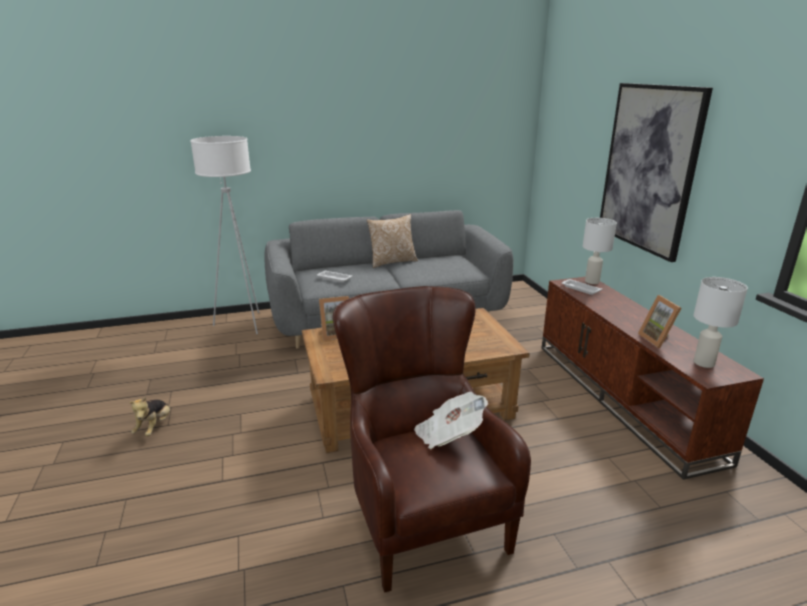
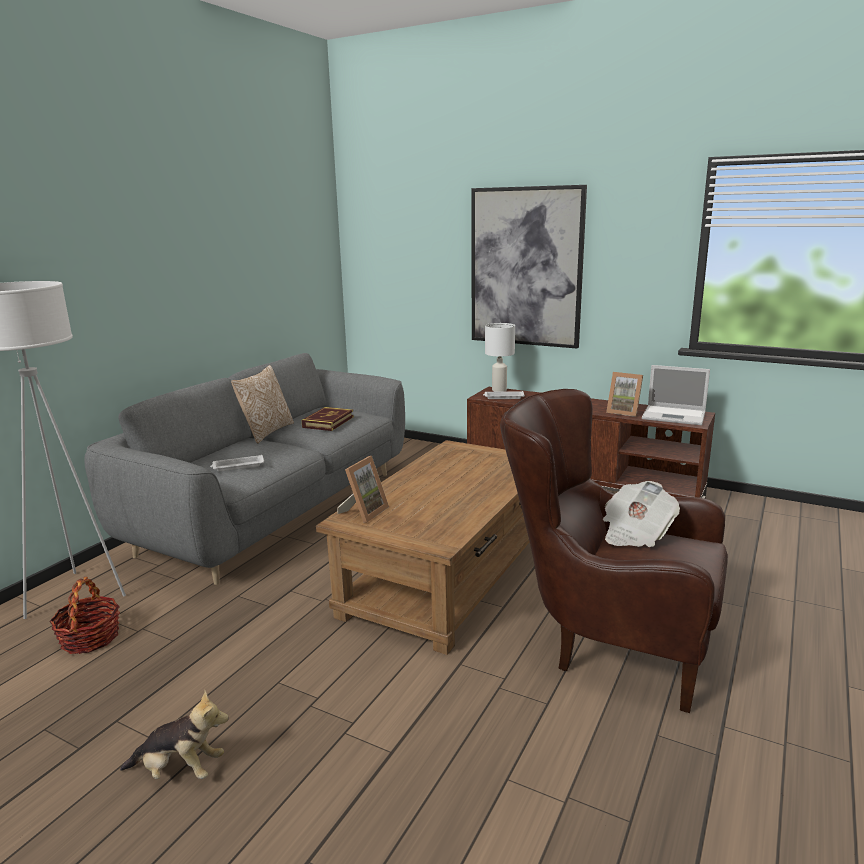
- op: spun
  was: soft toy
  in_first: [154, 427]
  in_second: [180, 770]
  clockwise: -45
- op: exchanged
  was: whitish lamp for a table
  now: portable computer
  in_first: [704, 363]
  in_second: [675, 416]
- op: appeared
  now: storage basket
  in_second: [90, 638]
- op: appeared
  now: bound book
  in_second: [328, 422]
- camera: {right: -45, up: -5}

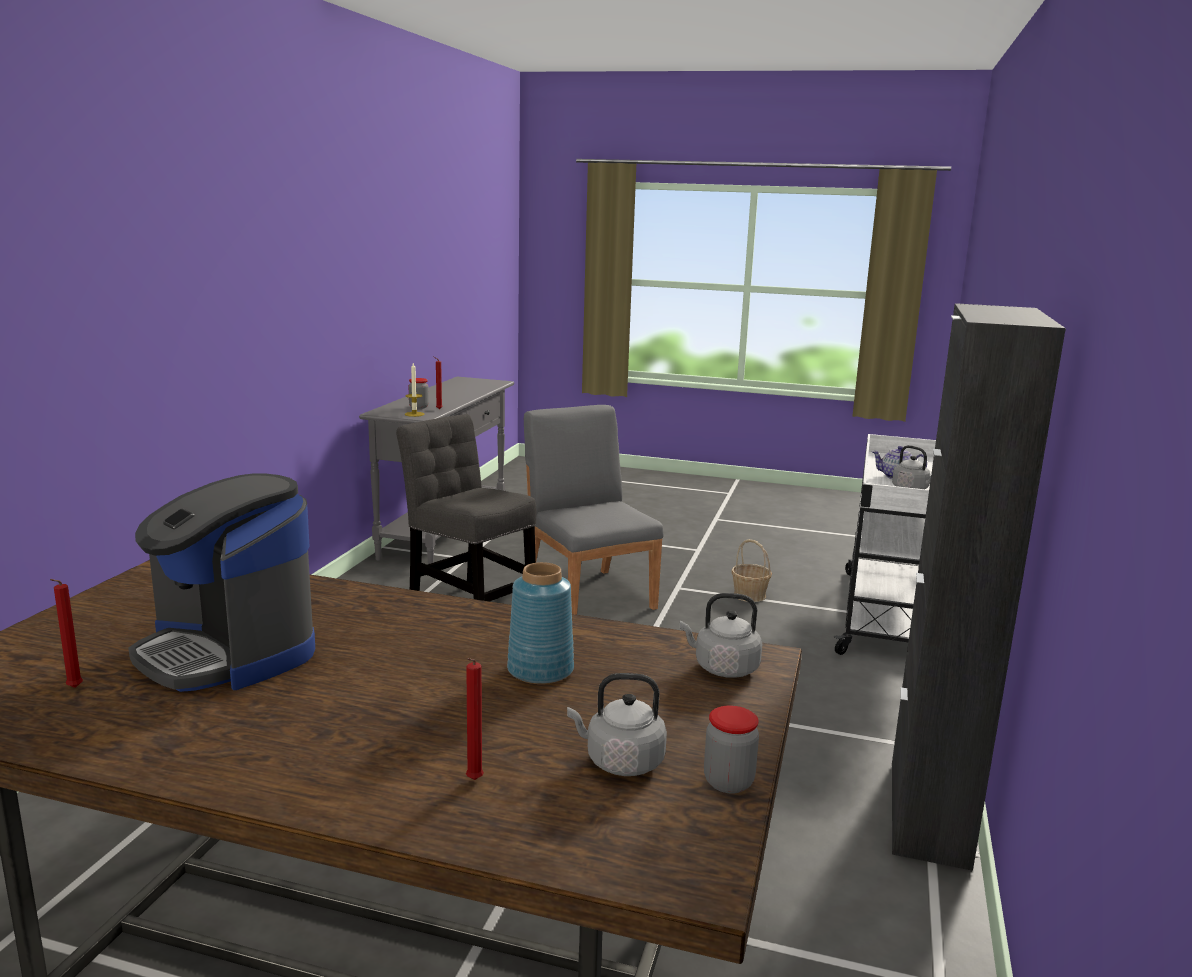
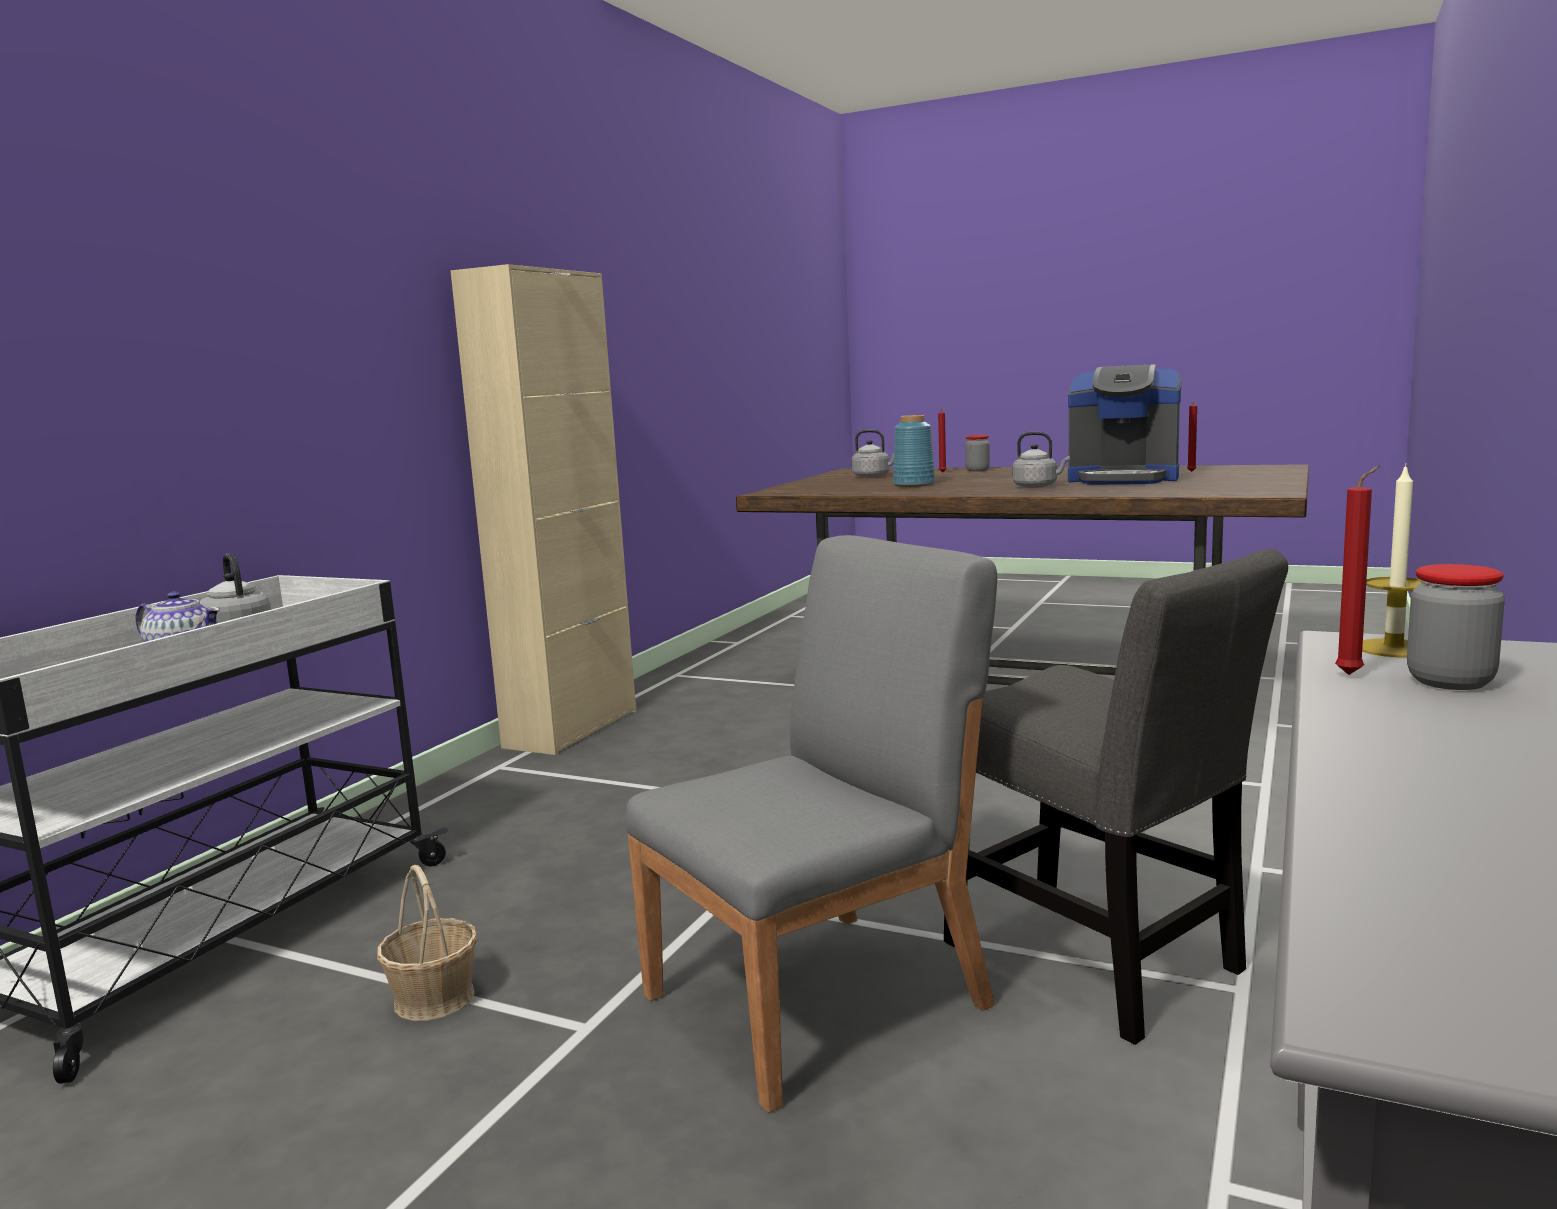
- op: spun
  was: coffee brewer
  in_first: [228, 653]
  in_second: [1123, 479]
  clockwise: 150
- op: spun
  was: grey plain chair
  in_first: [588, 595]
  in_second: [820, 999]
  clockwise: -105
- op: relocated
  was: grey tea kettle
  in_first: [722, 668]
  in_second: [1037, 486]
- op: relocated
  was: storage jar
  in_first: [728, 782]
  in_second: [977, 470]
- op: colour
  was: black-coloured cupboard
  now: sand-coloured cupboard
  in_first: [928, 813]
  in_second: [571, 729]
- camera: {right: -170, up: -5}

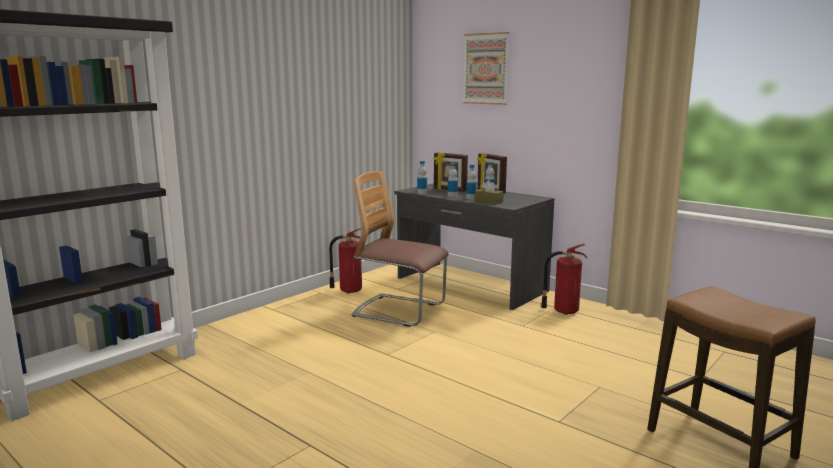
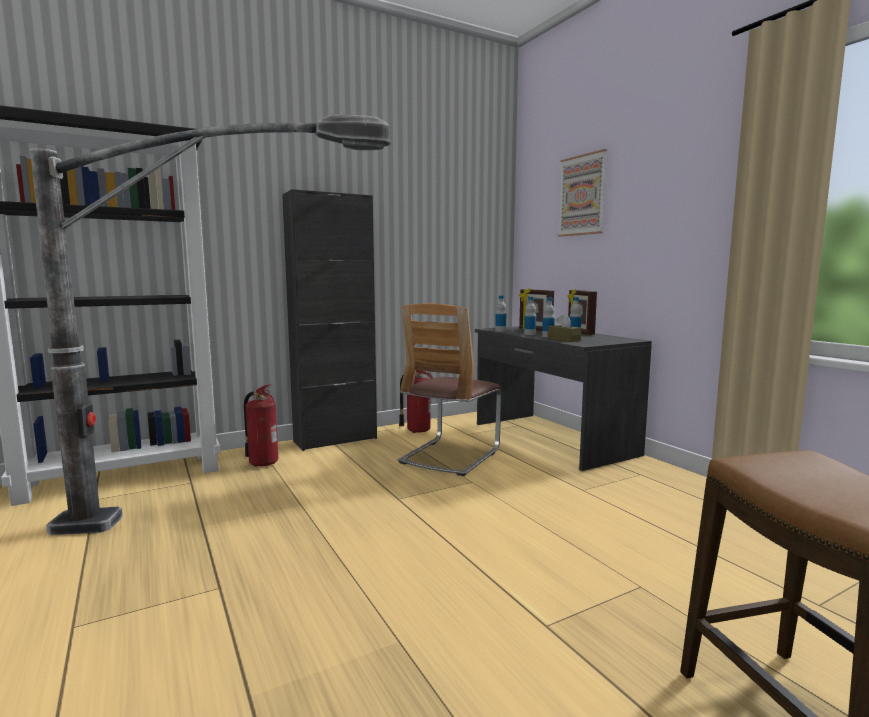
- op: spun
  was: plain chair
  in_first: [399, 311]
  in_second: [450, 456]
  clockwise: -105
- op: relocated
  was: fire extinguisher
  in_first: [564, 311]
  in_second: [262, 463]
- op: appeared
  now: floor lamp
  in_second: [231, 516]
- op: appeared
  now: black-coloured cupboard
  in_second: [335, 440]
- camera: {right: 20, up: -5}

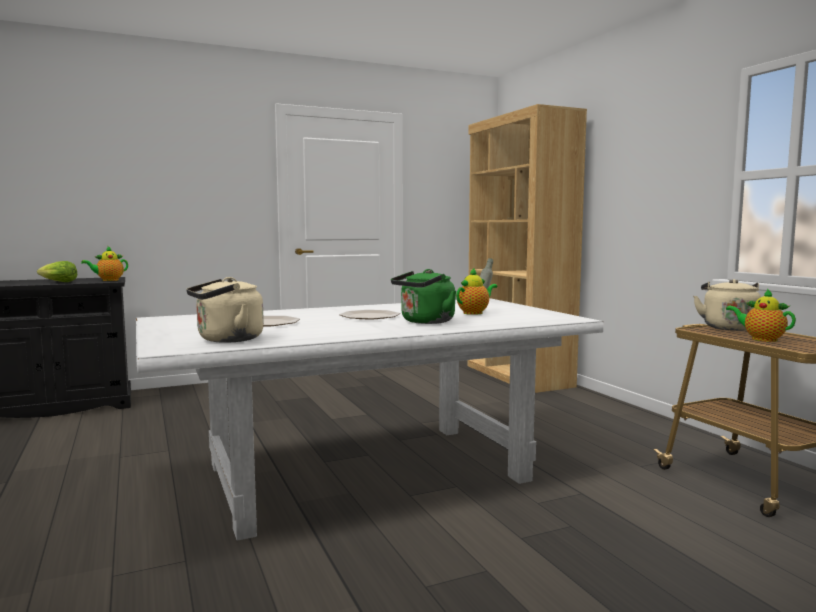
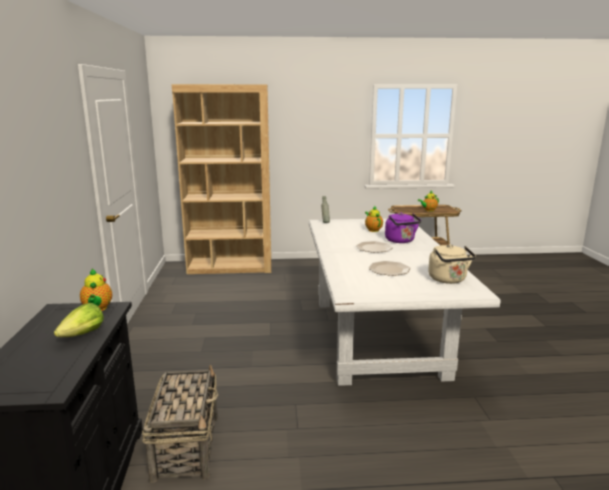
- op: colour
  was: greenish tea kettle
  now: purple tea kettle
  in_first: [425, 322]
  in_second: [401, 241]
- op: missing
  was: sand-coloured tea kettle
  in_first: [728, 327]
- op: appeared
  now: storage basket
  in_second: [186, 446]
- camera: {right: -70, up: 10}

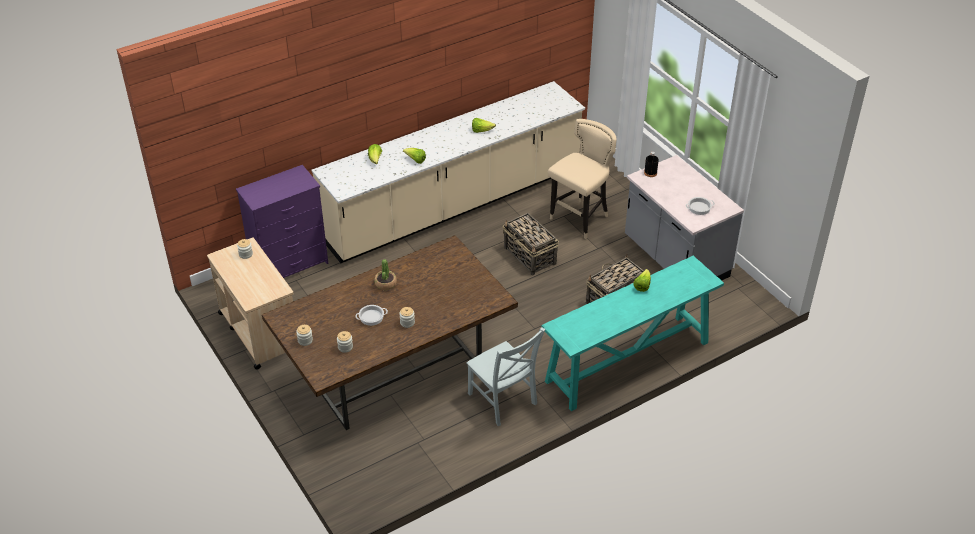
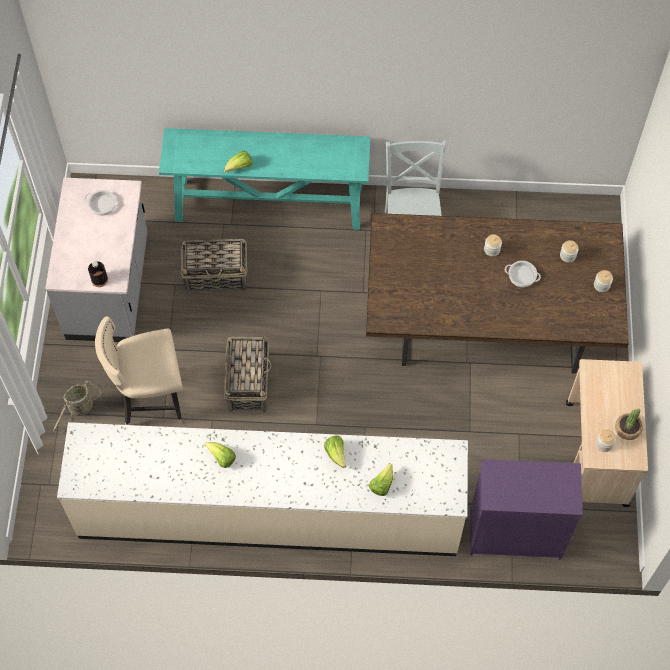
- op: relocated
  was: potted plant
  in_first: [385, 284]
  in_second: [627, 429]
- op: appeared
  now: storage basket
  in_second: [80, 409]
- camera: {right: -145, up: 20}

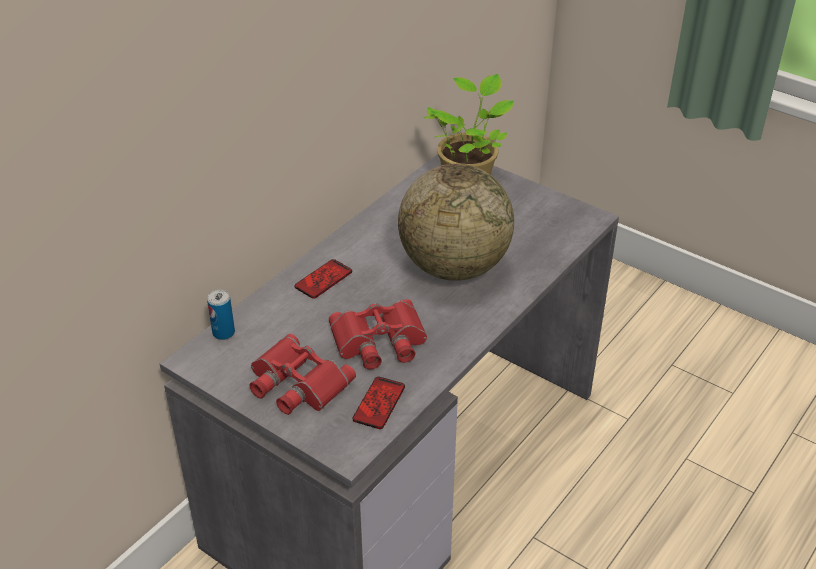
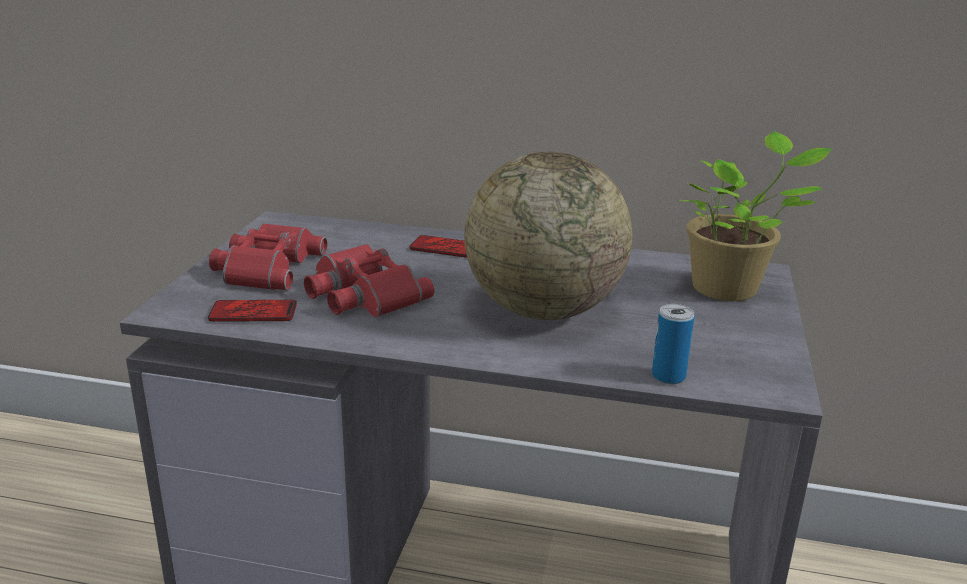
- op: relocated
  was: sealed can
  in_first: [223, 333]
  in_second: [668, 376]
- camera: {right: 65, up: -15}

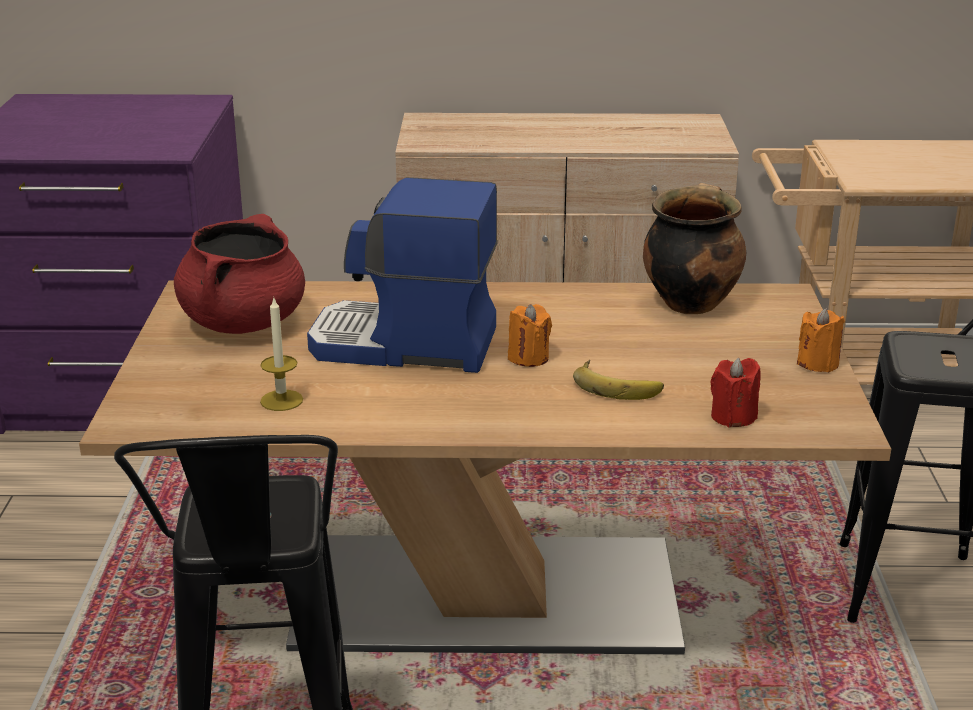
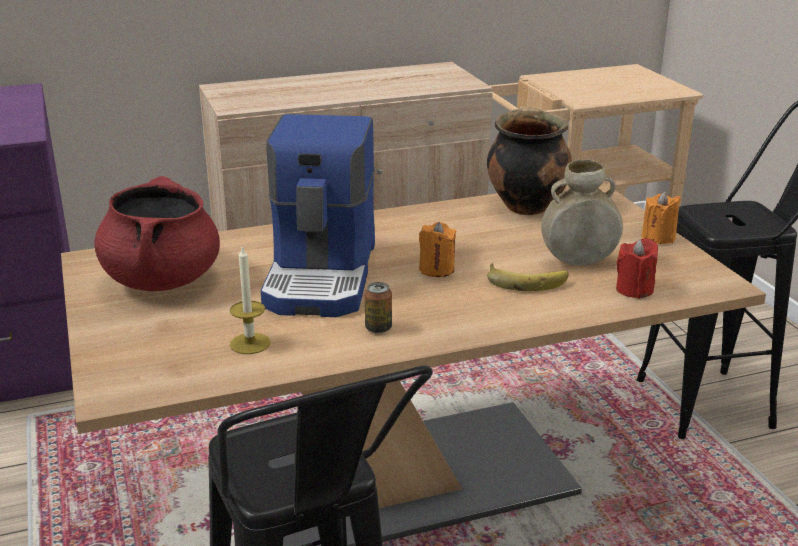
- op: spun
  was: coffee brewer
  in_first: [404, 345]
  in_second: [323, 276]
  clockwise: -75
- op: appeared
  now: sealed can
  in_second: [378, 328]
- op: appeared
  now: sand-coloured flower vase
  in_second: [578, 262]
- camera: {right: -20, up: 0}

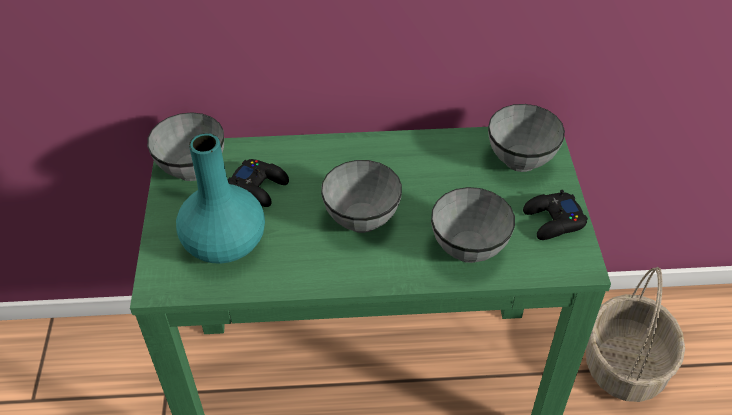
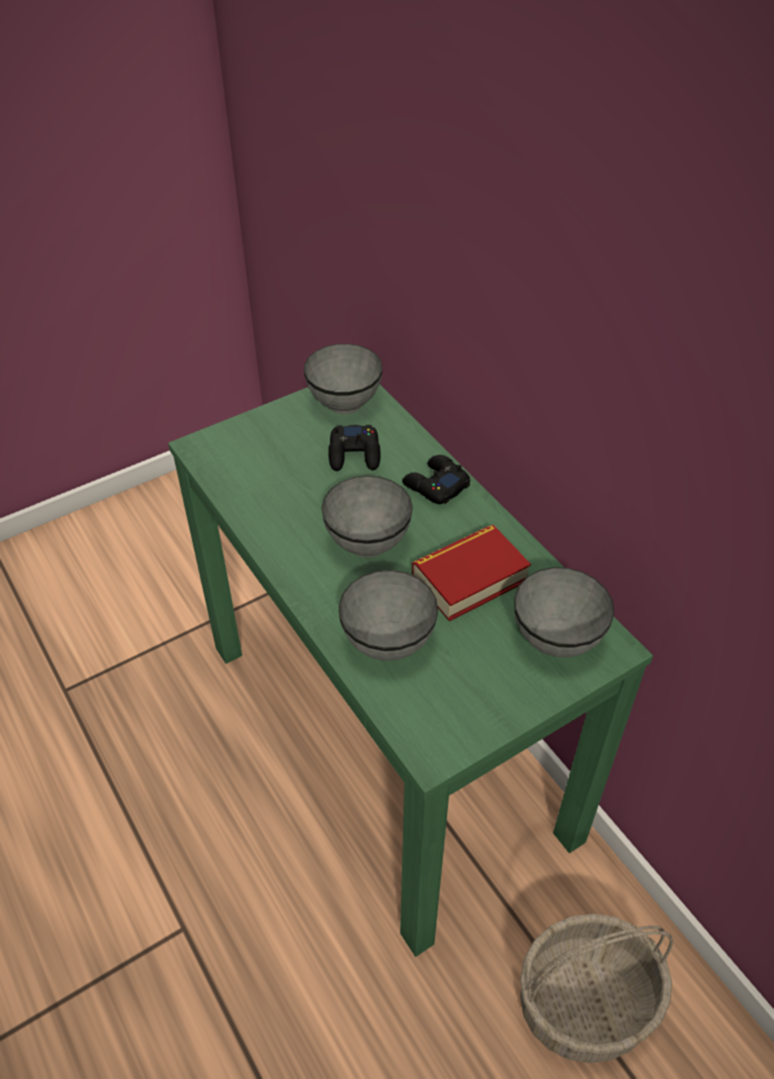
- op: missing
  was: turquoise flower vase
  in_first: [225, 244]
- op: relocated
  was: black-coloured joypad
  in_first: [553, 221]
  in_second: [435, 485]
- op: appeared
  now: bound book
  in_second: [469, 578]
- camera: {right: 60, up: 0}

